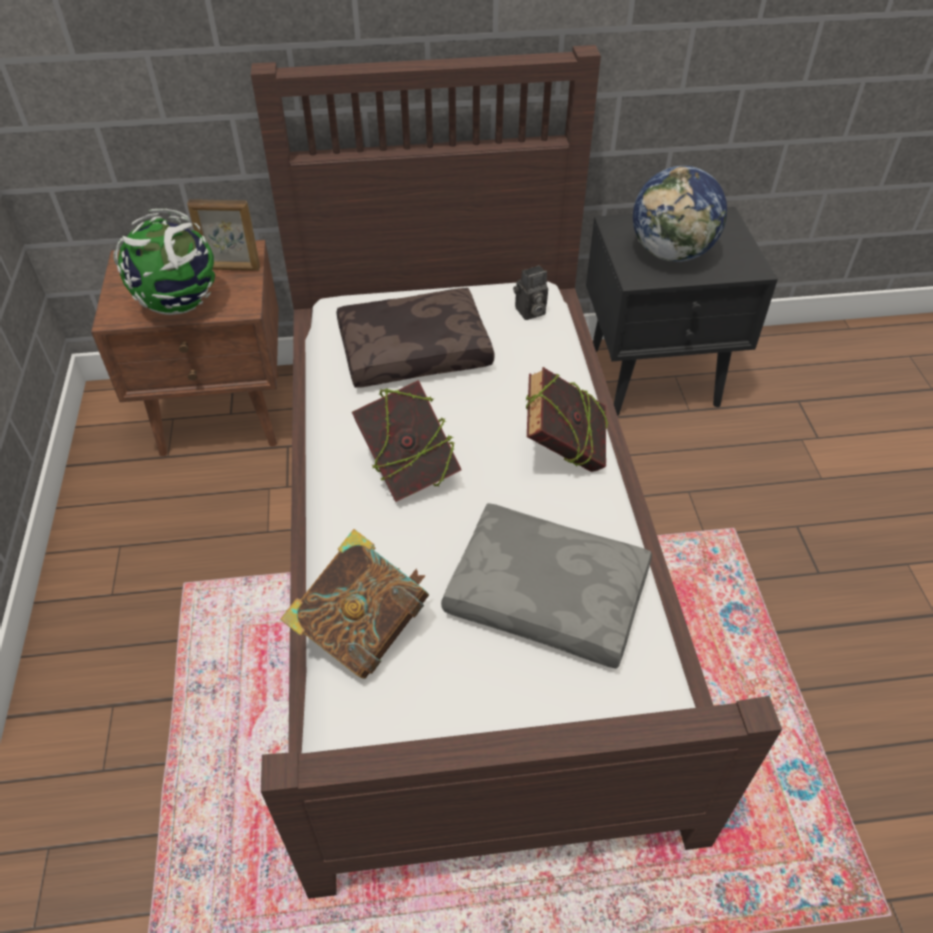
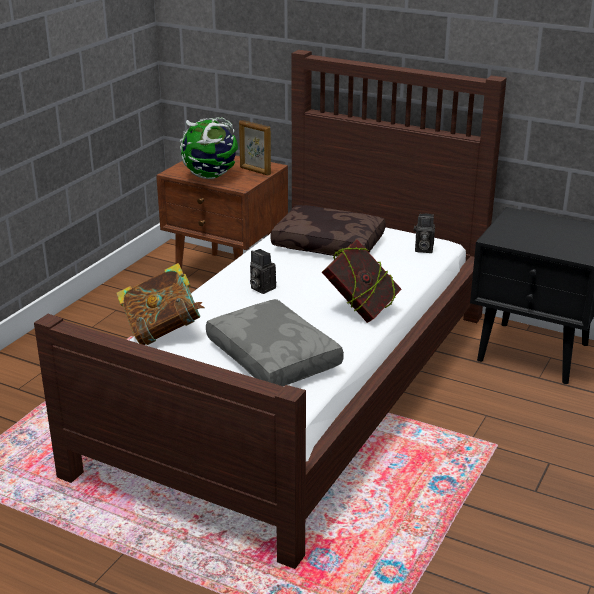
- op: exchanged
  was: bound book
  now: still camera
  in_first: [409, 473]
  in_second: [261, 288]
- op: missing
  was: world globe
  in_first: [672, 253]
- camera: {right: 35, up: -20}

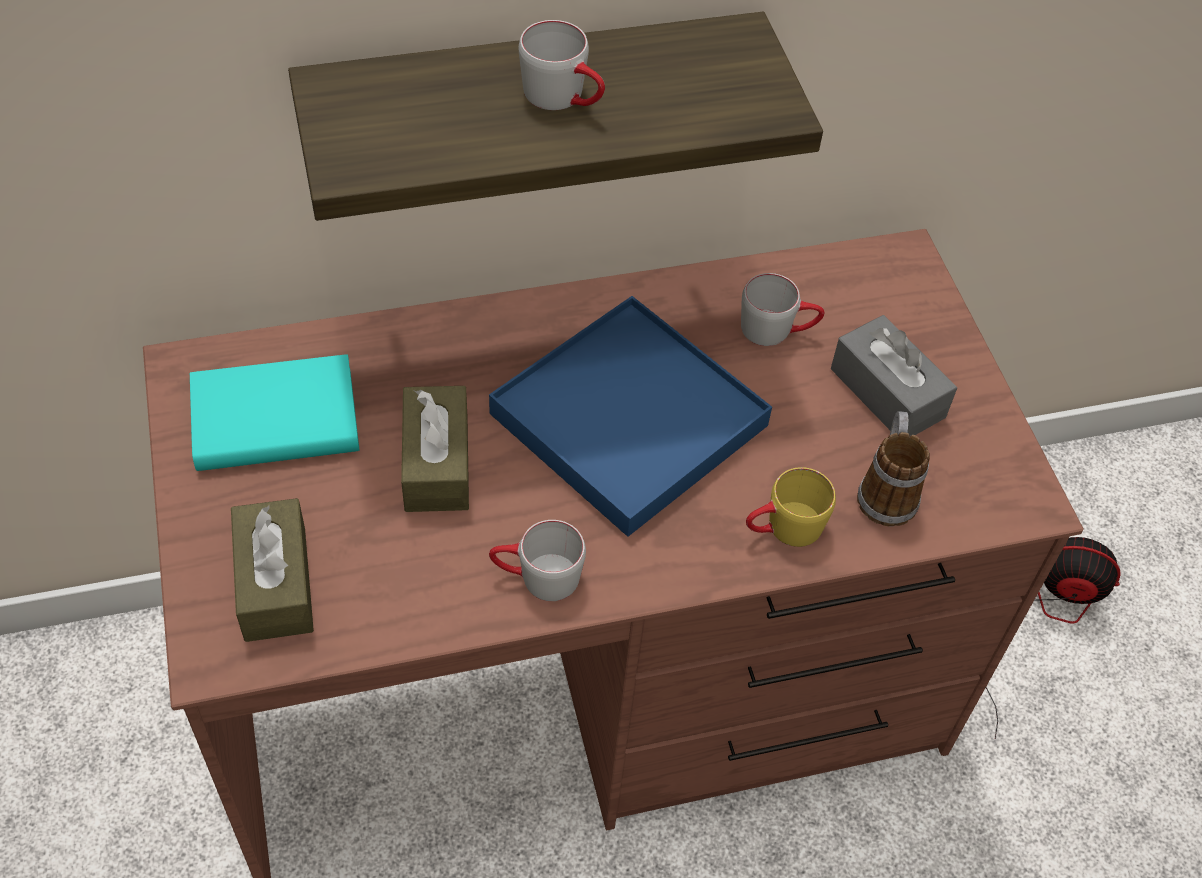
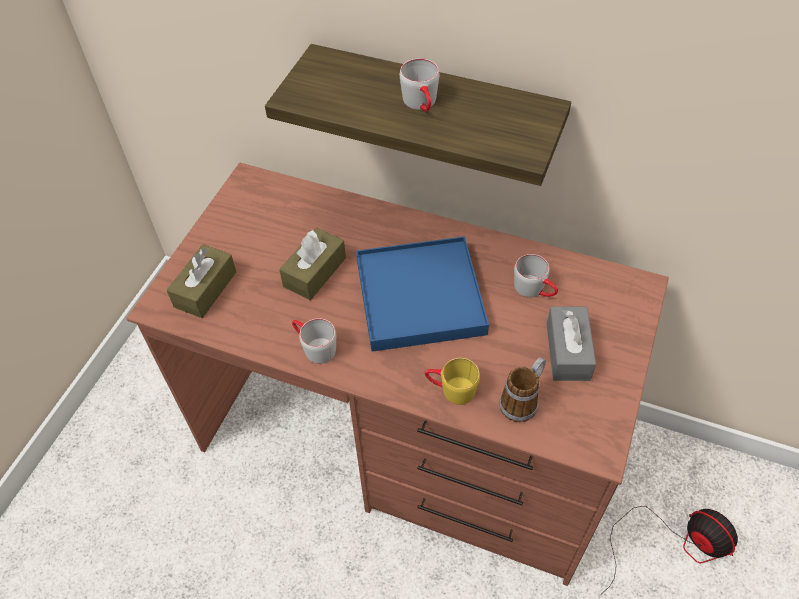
- op: missing
  was: turquoise bound book
  in_first: [275, 421]
- camera: {right: 40, up: 0}

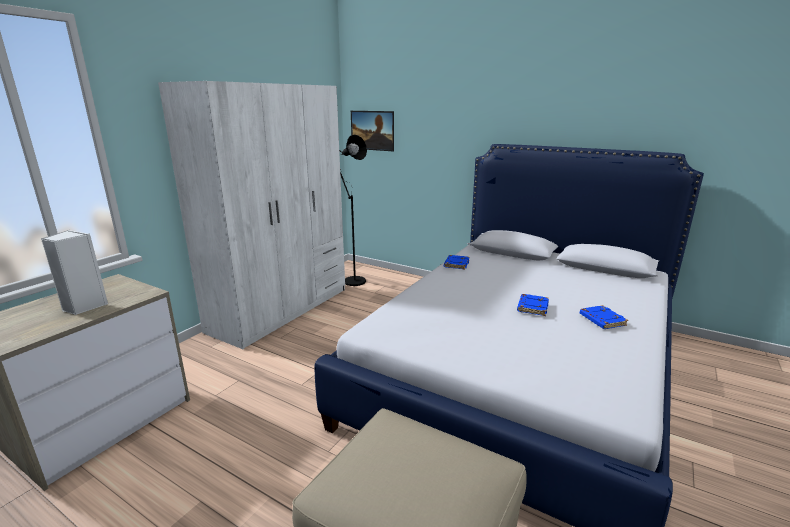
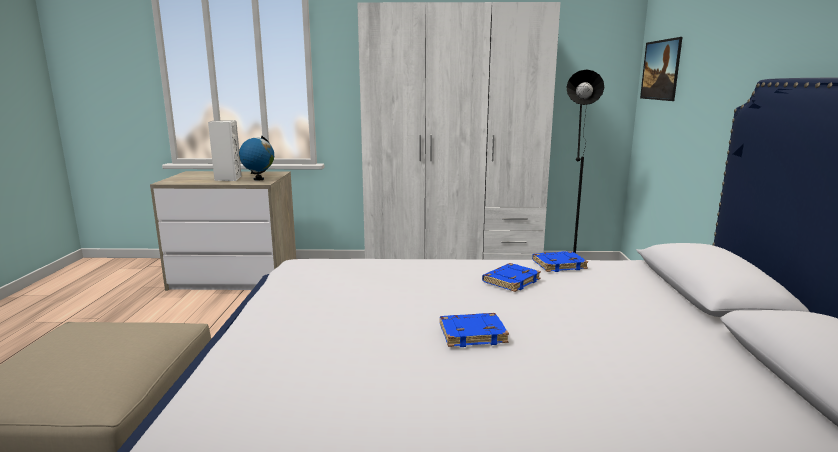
- op: relocated
  was: bluish bound book
  in_first: [601, 320]
  in_second: [511, 281]
- op: appeared
  now: world globe
  in_second: [258, 179]
- camera: {right: 60, up: -5}

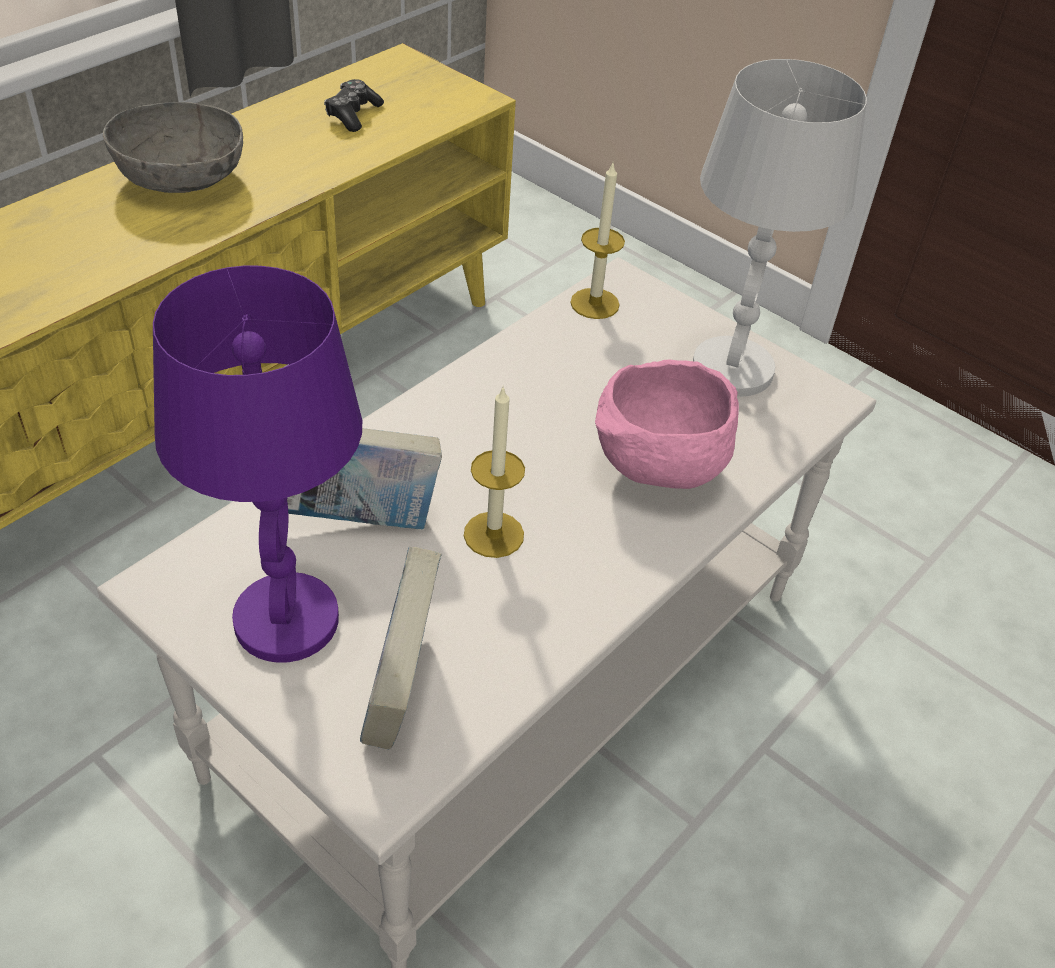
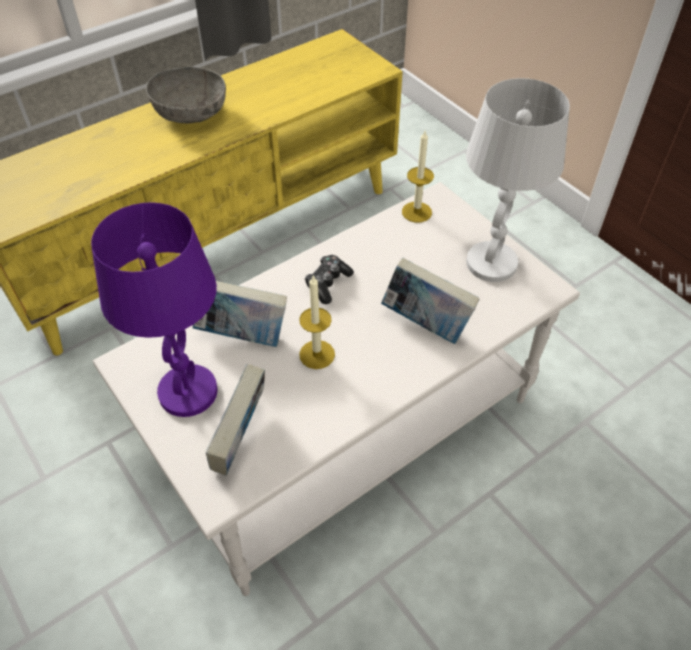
- op: relocated
  was: joypad
  in_first: [353, 115]
  in_second: [327, 283]
- op: exchanged
  was: pinkish deep dish
  now: bound book
  in_first: [657, 469]
  in_second: [426, 324]
- camera: {right: 15, up: 5}

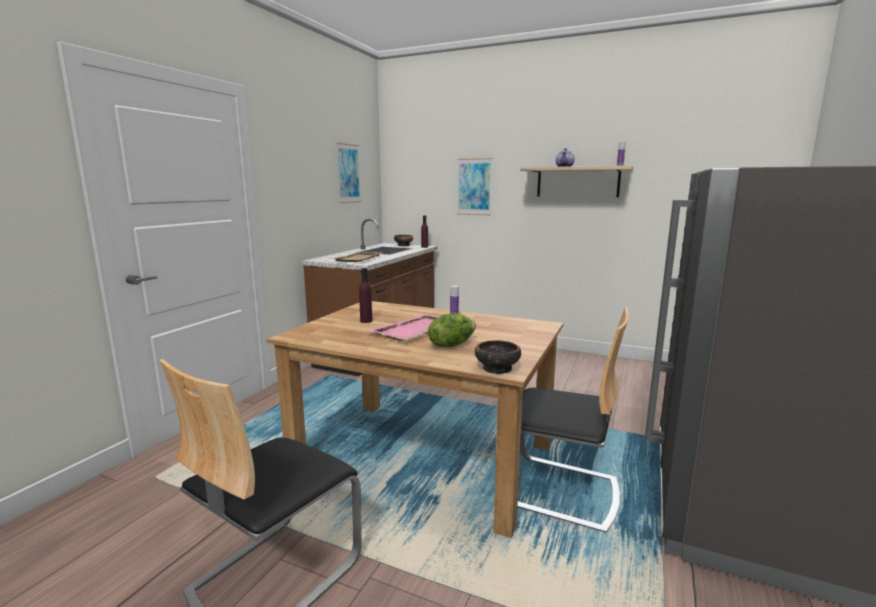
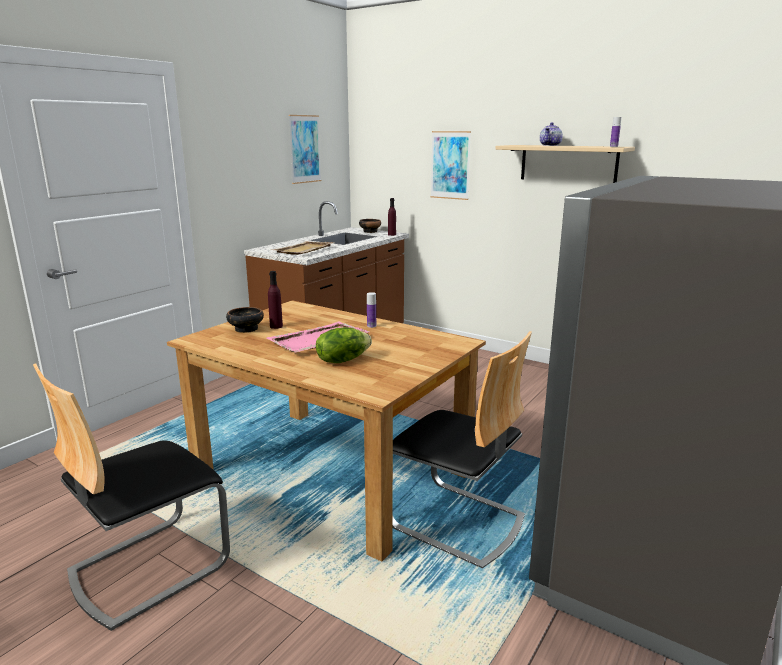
- op: relocated
  was: deep dish
  in_first: [496, 369]
  in_second: [245, 329]
- camera: {right: 10, up: 5}

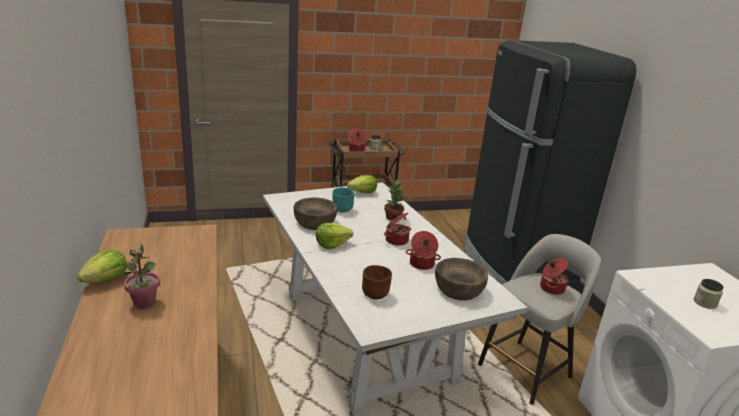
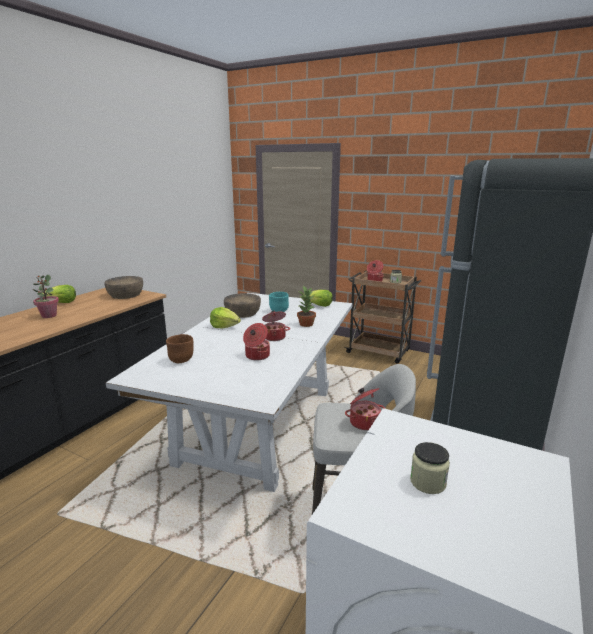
- op: relocated
  was: brownish deep dish
  in_first: [458, 290]
  in_second: [125, 295]
- camera: {right: 45, up: -5}

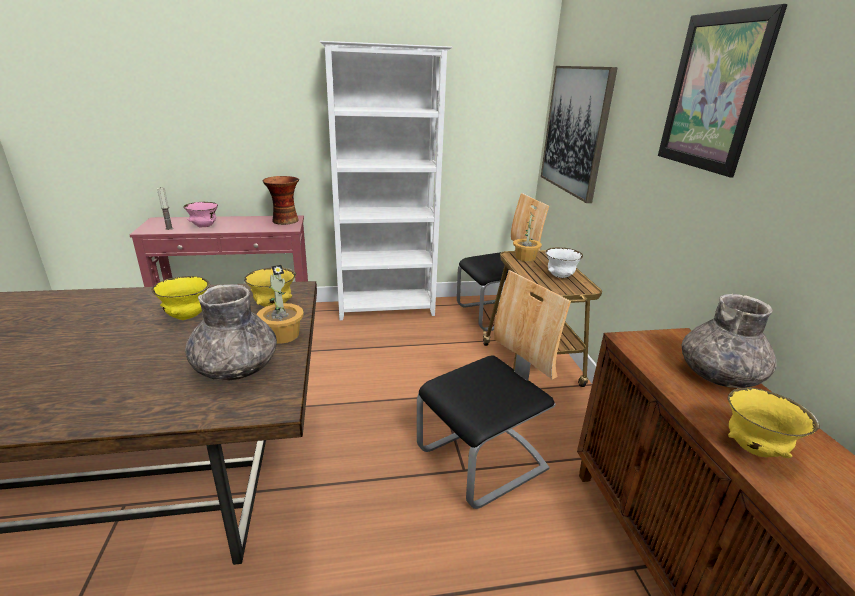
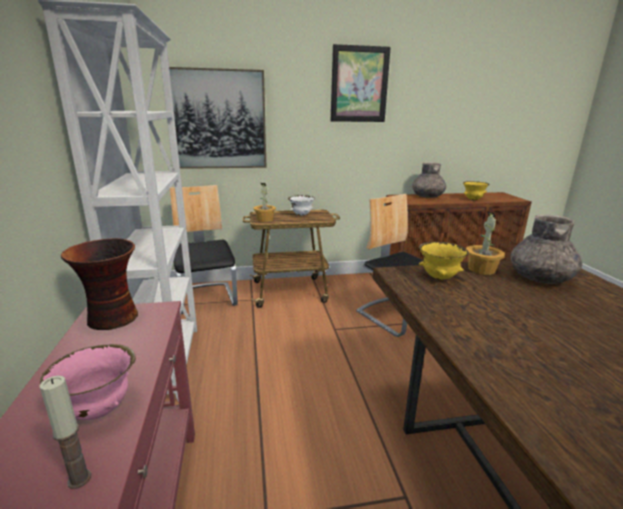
- op: missing
  was: yellow deep dish
  in_first: [187, 317]
- camera: {right: -90, up: -5}

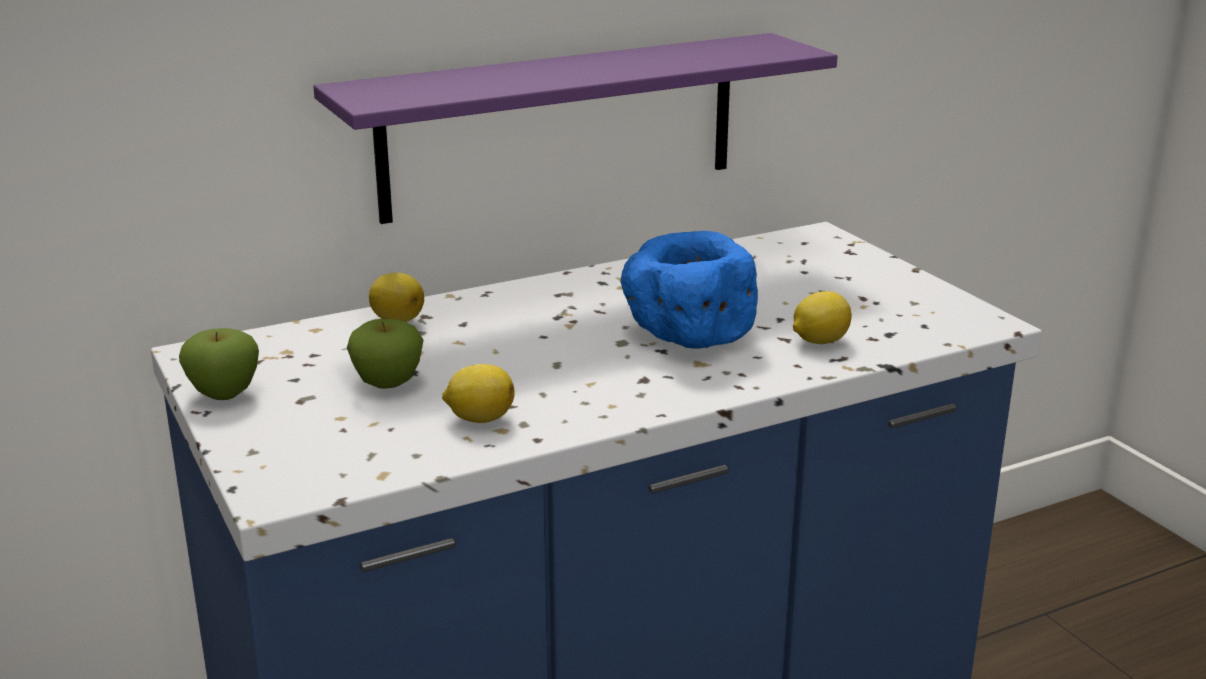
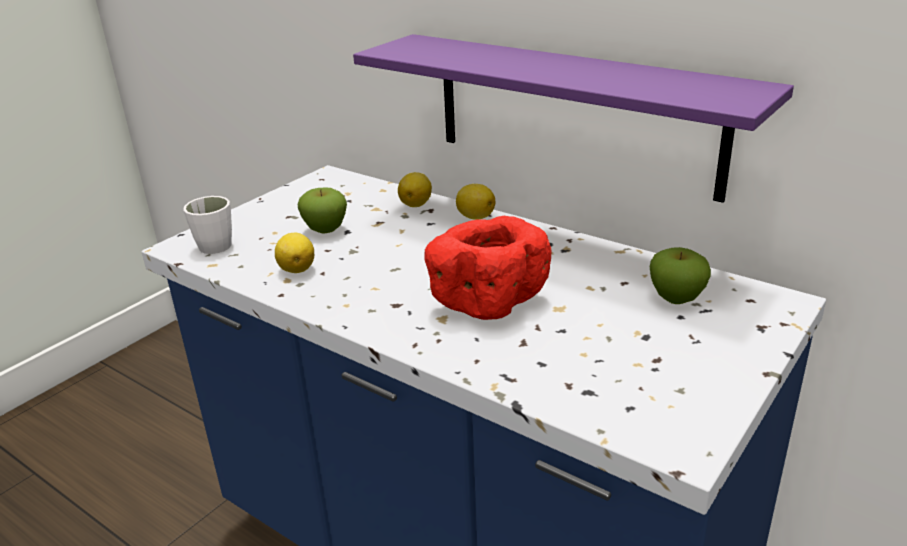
- op: relocated
  was: whole apple
  in_first: [224, 394]
  in_second: [676, 298]
- op: colour
  was: bluish deep dish
  now: red-coloured deep dish
  in_first: [686, 335]
  in_second: [487, 300]
- op: relocated
  was: lemon
  in_first: [819, 341]
  in_second: [474, 217]
- op: appeared
  now: whitish mug
  in_second: [217, 242]
- camera: {right: 65, up: 5}

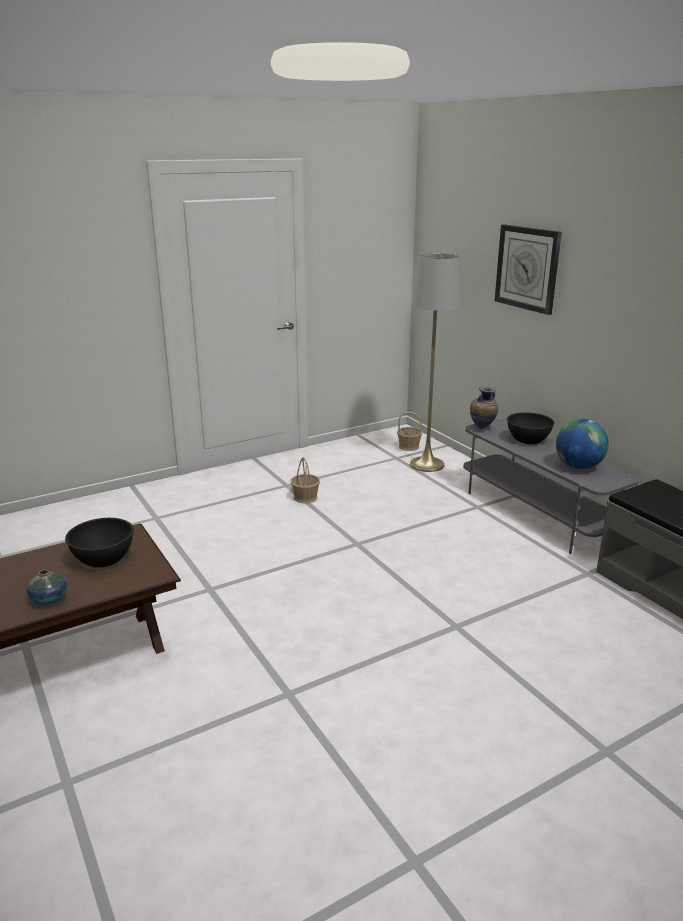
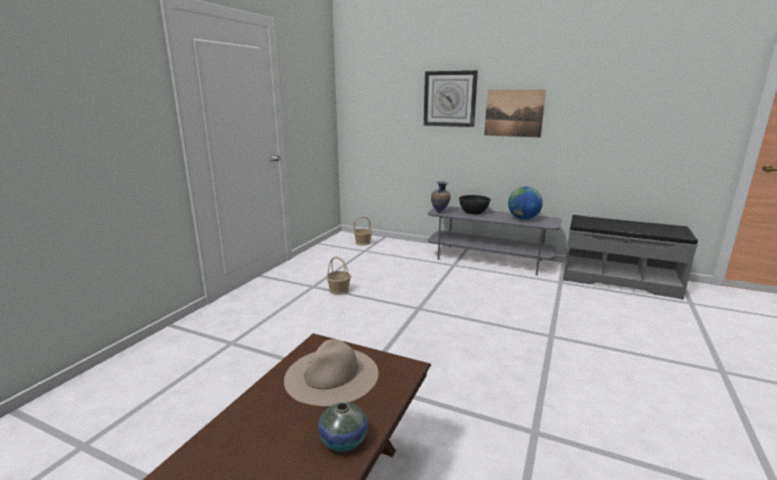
- op: exchanged
  was: black-coloured deep dish
  now: sand-coloured wearable hat
  in_first: [103, 558]
  in_second: [332, 375]
- op: missing
  was: grey floor lamp
  in_first: [427, 464]
- op: appeared
  now: picture
  in_second: [514, 113]
- camera: {right: -35, up: -5}

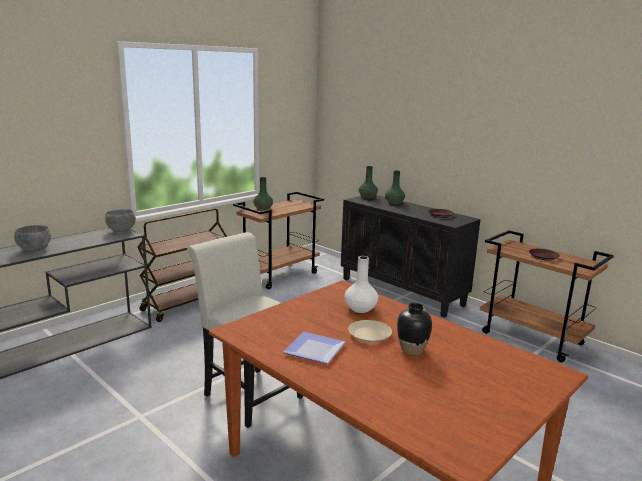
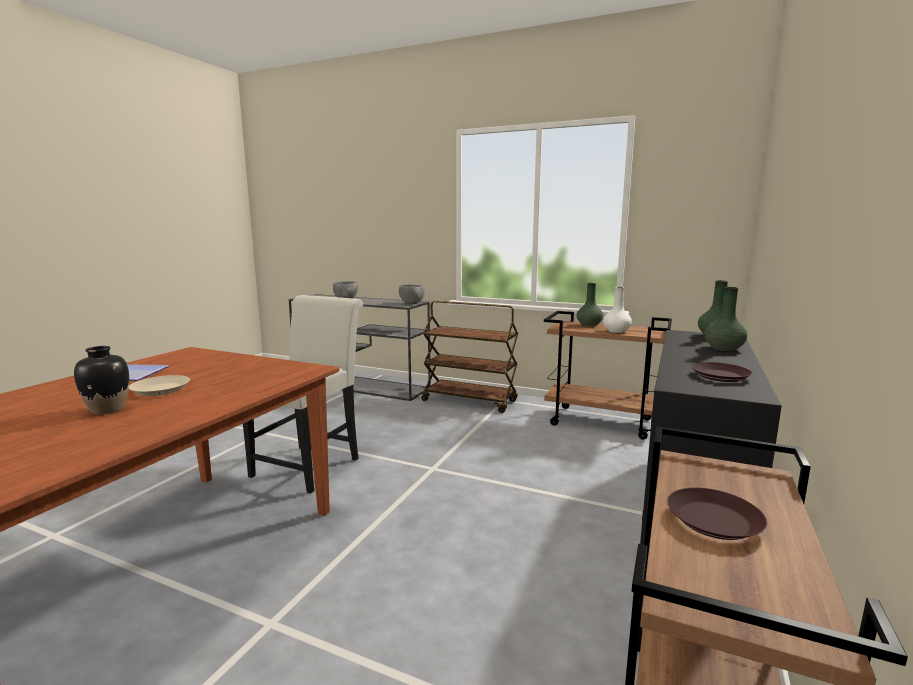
- op: relocated
  was: whitish flower vase
  in_first: [360, 309]
  in_second: [616, 331]
- camera: {right: 70, up: -5}

